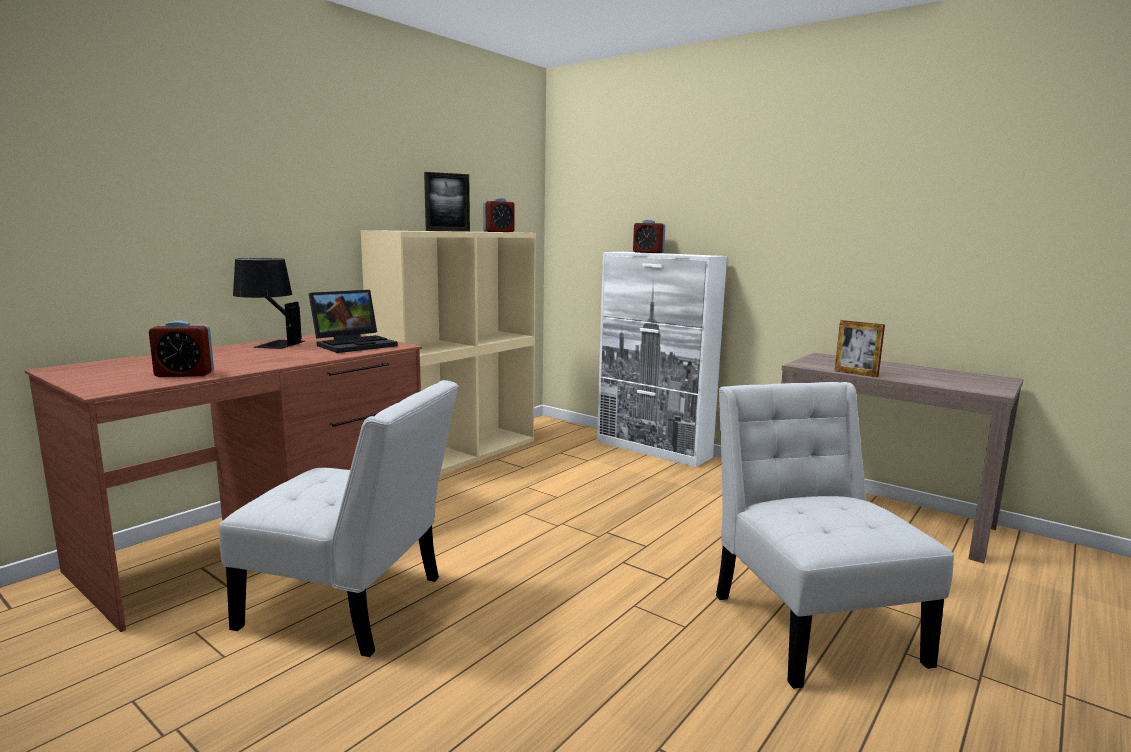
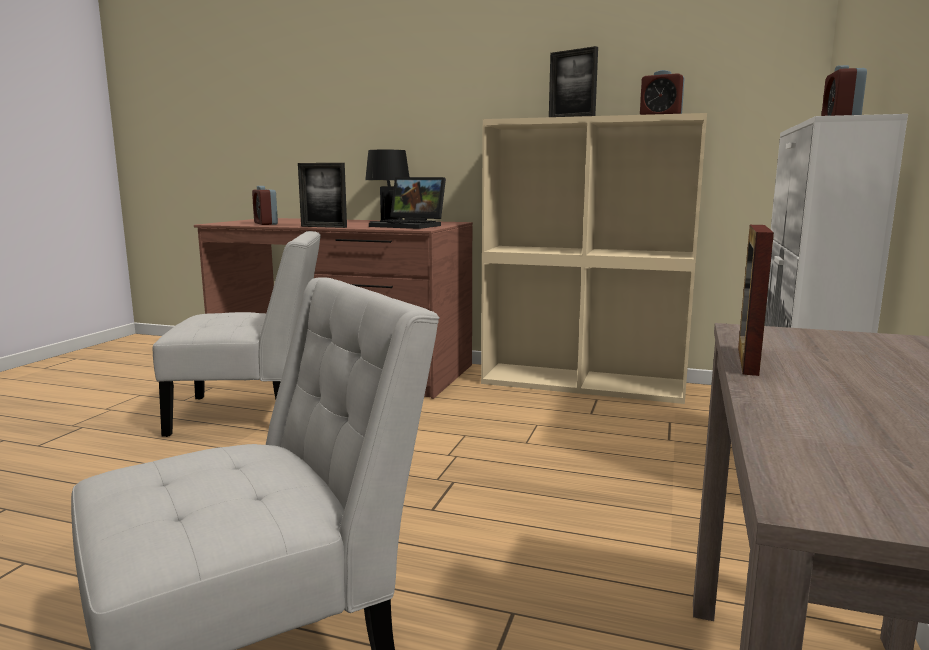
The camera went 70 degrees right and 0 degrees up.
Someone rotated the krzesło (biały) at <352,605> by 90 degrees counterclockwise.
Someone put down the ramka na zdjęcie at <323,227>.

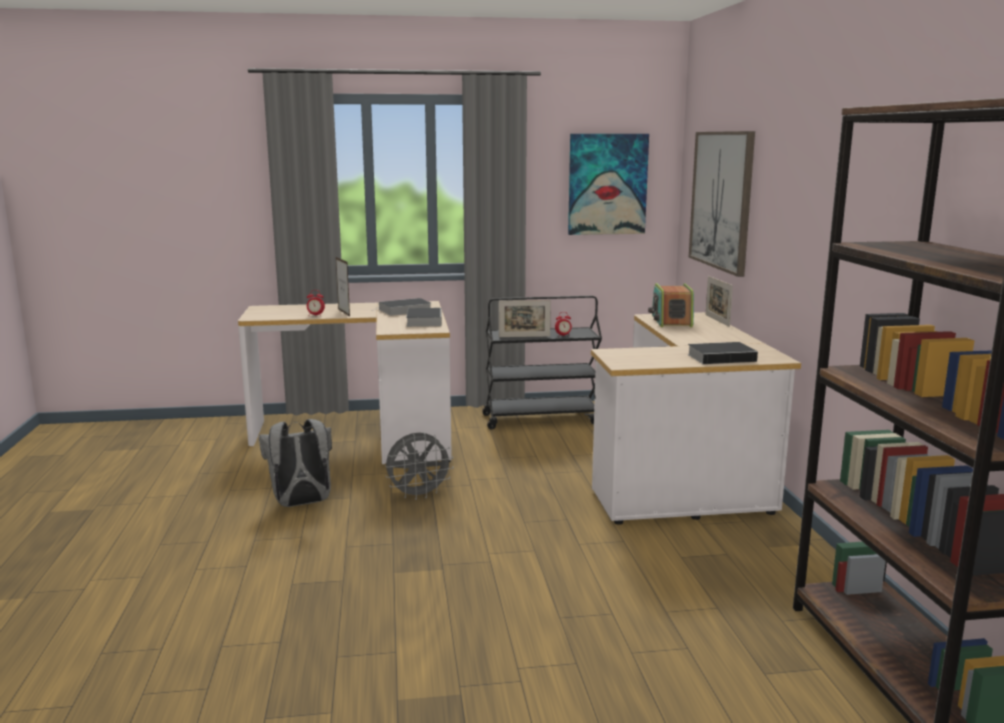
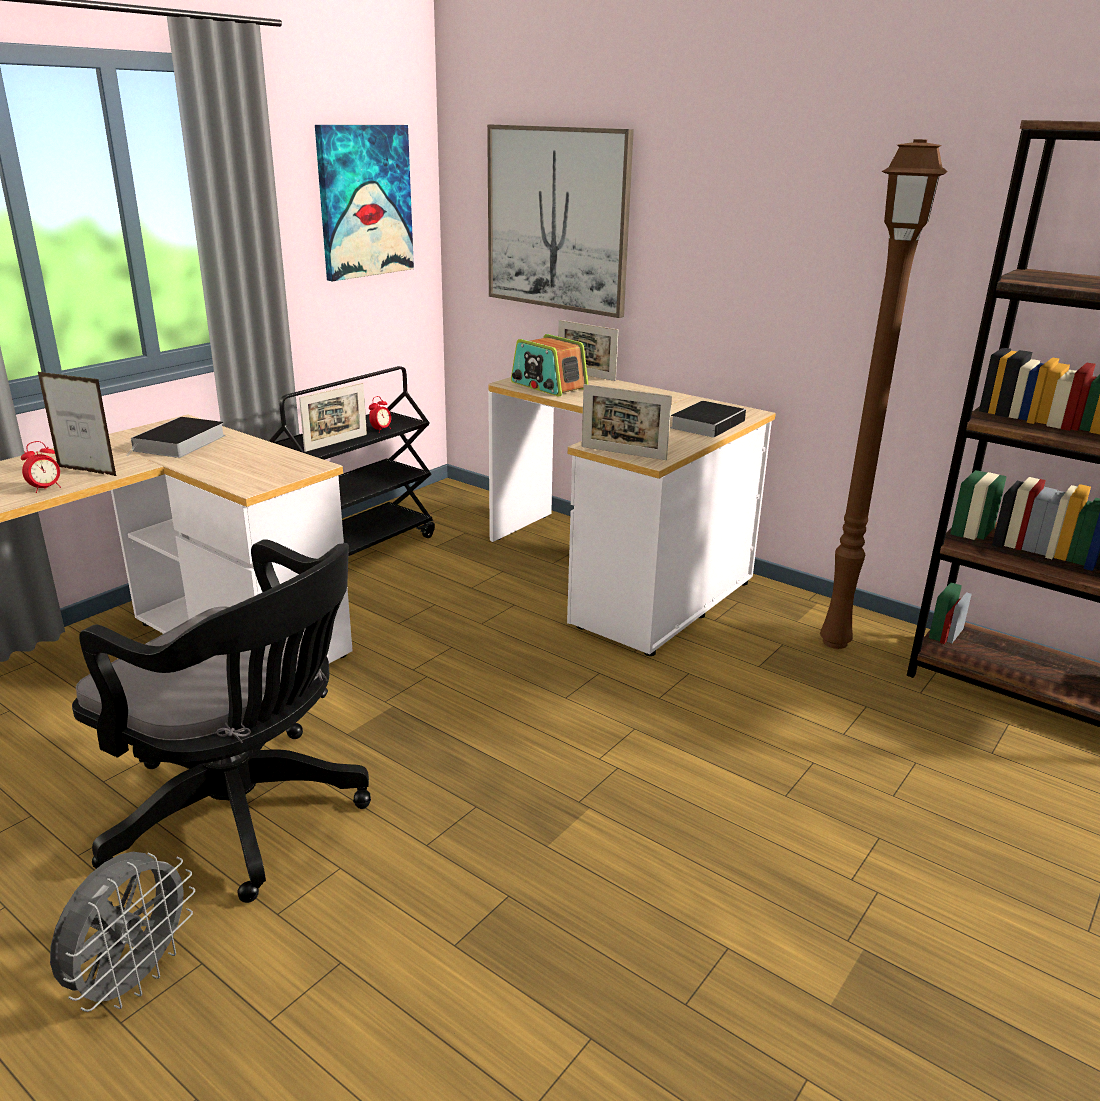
The camera went 45 degrees left and 10 degrees up.
Someone swapped the plecak (szary) at <301,504> for the krzesło biurowe (czarny) at <247,816>.
Someone carried the wentylator (szary) from <418,495> to <133,979>.
Someone took away the książka at <424,320>.
Someone put down the ramka na zdjęcie at <623,453>.
Someone put down the lampa stojąca (brązowy) at <837,642>.

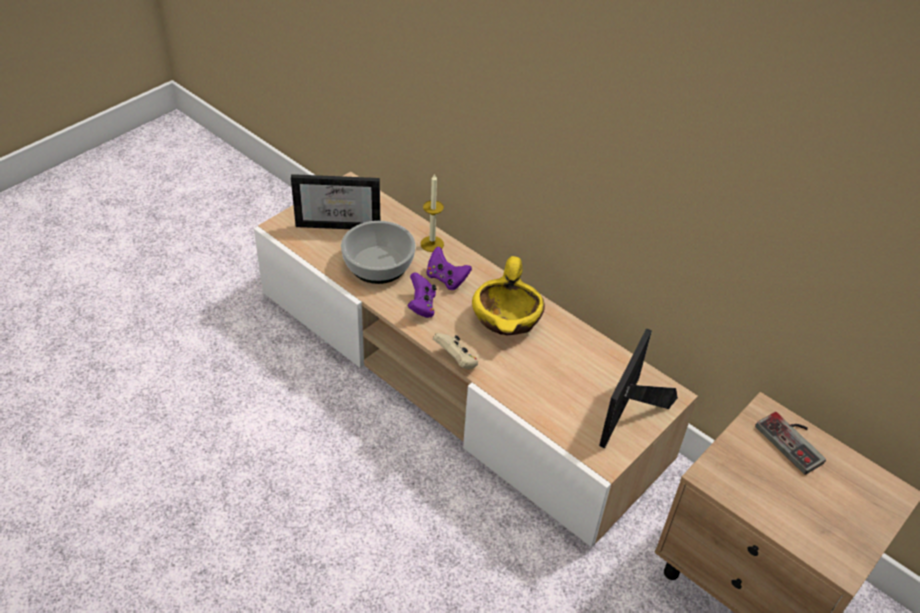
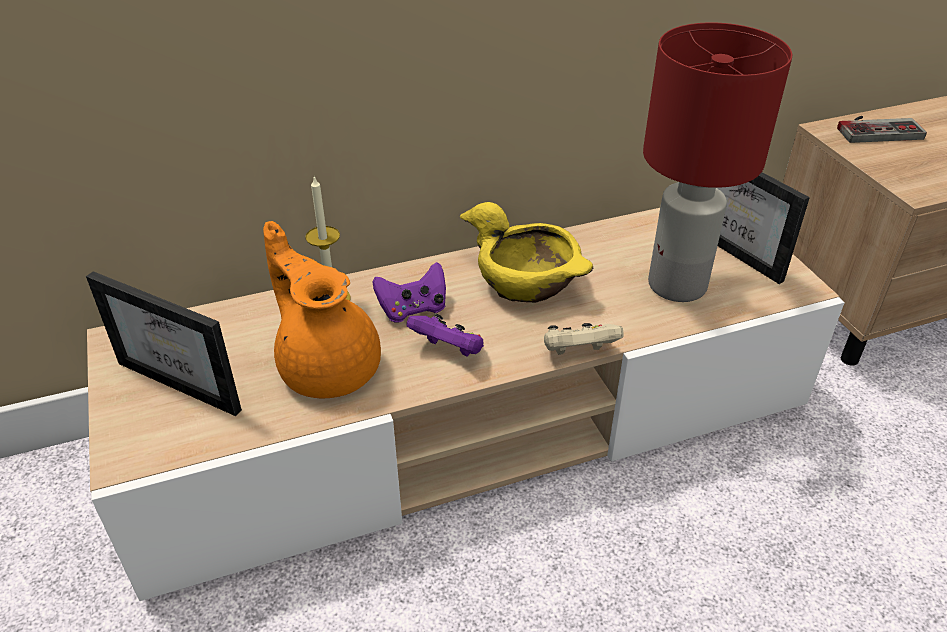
The camera went 60 degrees left and 5 degrees down.
Someone rotated the ramka na zdjęcie at <340,221> by 90 degrees clockwise.
Someone swapped the miska at <379,264> for the imbryk (pomarańczowy) at <328,366>.
Someone put down the lampa stołowa (czerwony) at <676,286>.

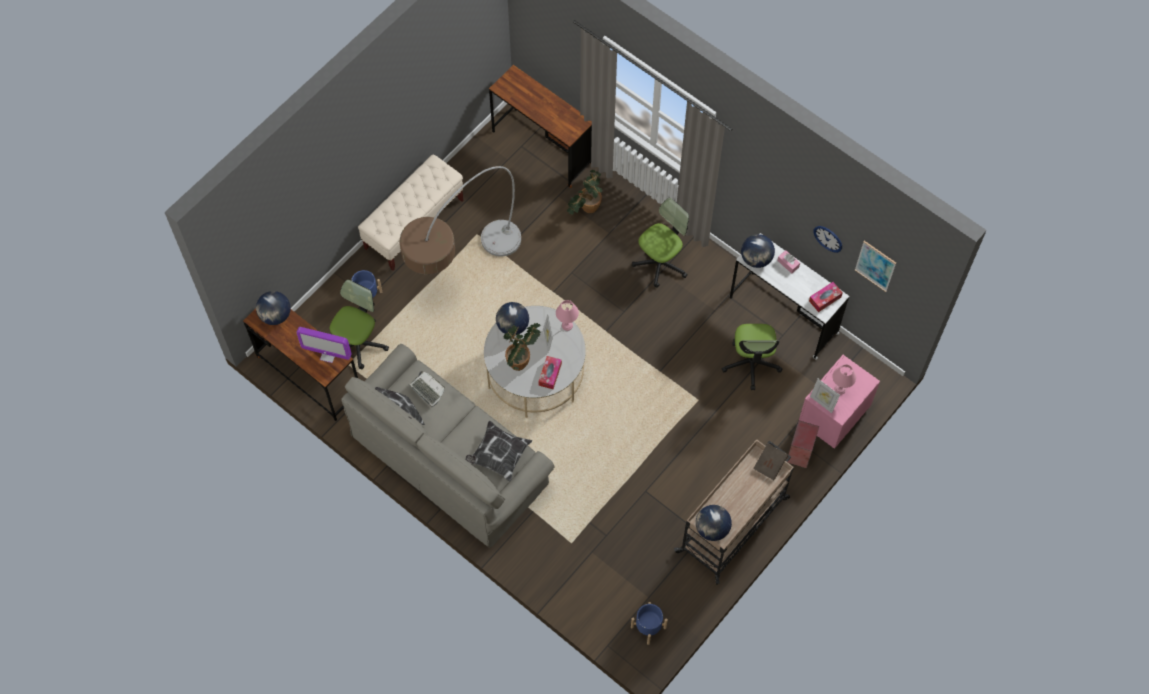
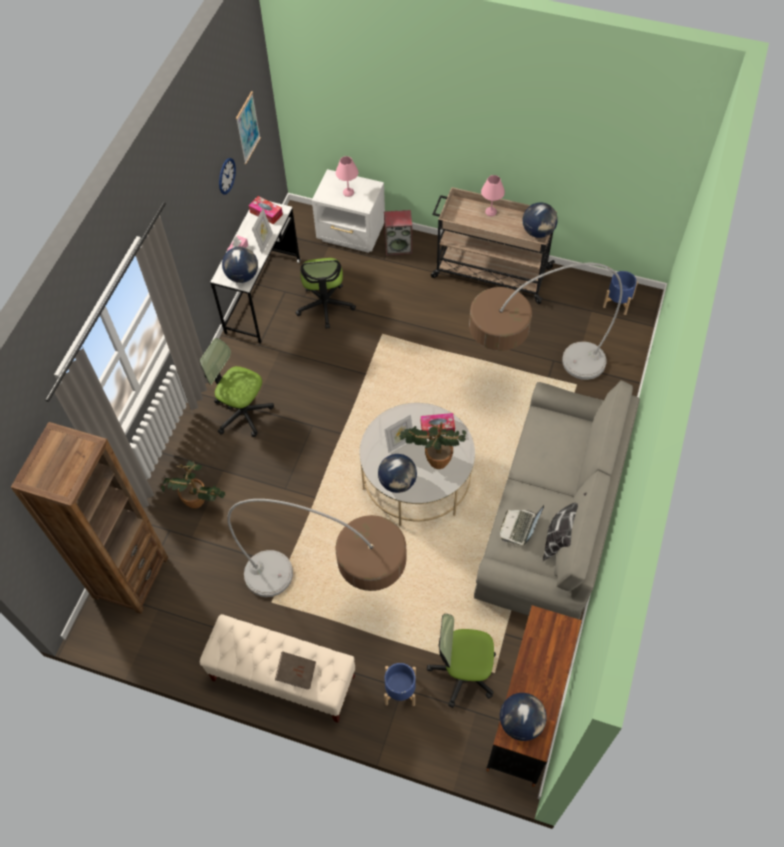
The camera went 110 degrees left and 5 degrees down.
Someone took away the monitor at <328,355>.
Someone took away the poduszka at <498,456>.
Someone swapped the biurko (brązowy) at <542,147> for the regał (brązowy) at <130,577>.
Someone carried the lampa stołowa (różowy) from <566,326> to <491,212>.
Someone rotated the krzesło biurowe at <751,364> by 105 degrees clockwise.
Someone carried the książka (brązowy) from <770,464> to <296,673>.
Someone repainted the szafka nocna (różowy) at <832,416>, which became the szafka nocna (biały) at <351,234>.
Someone carried the ramka na zdjęcie from <822,402> to <264,242>.
Someone put down the lampa stojąca at <529,380>.

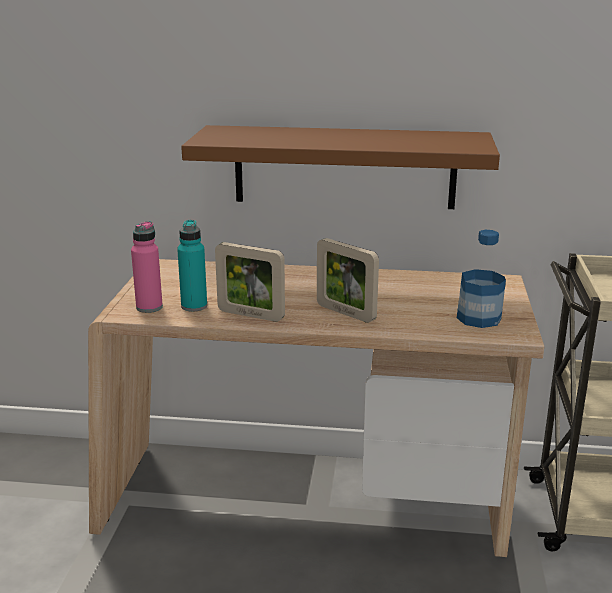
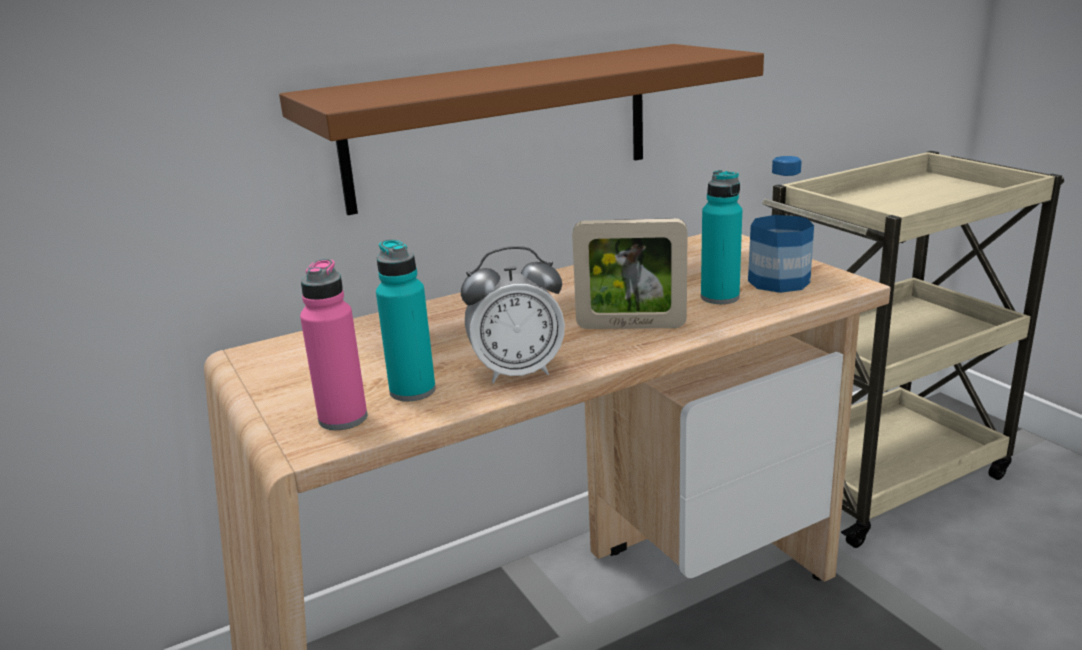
The camera went 35 degrees left and 0 degrees up.
Someone swapped the ramka na zdjęcie at <251,315> for the budzik at <517,372>.
Someone put down the butelka (turkusowy) at <720,297>.

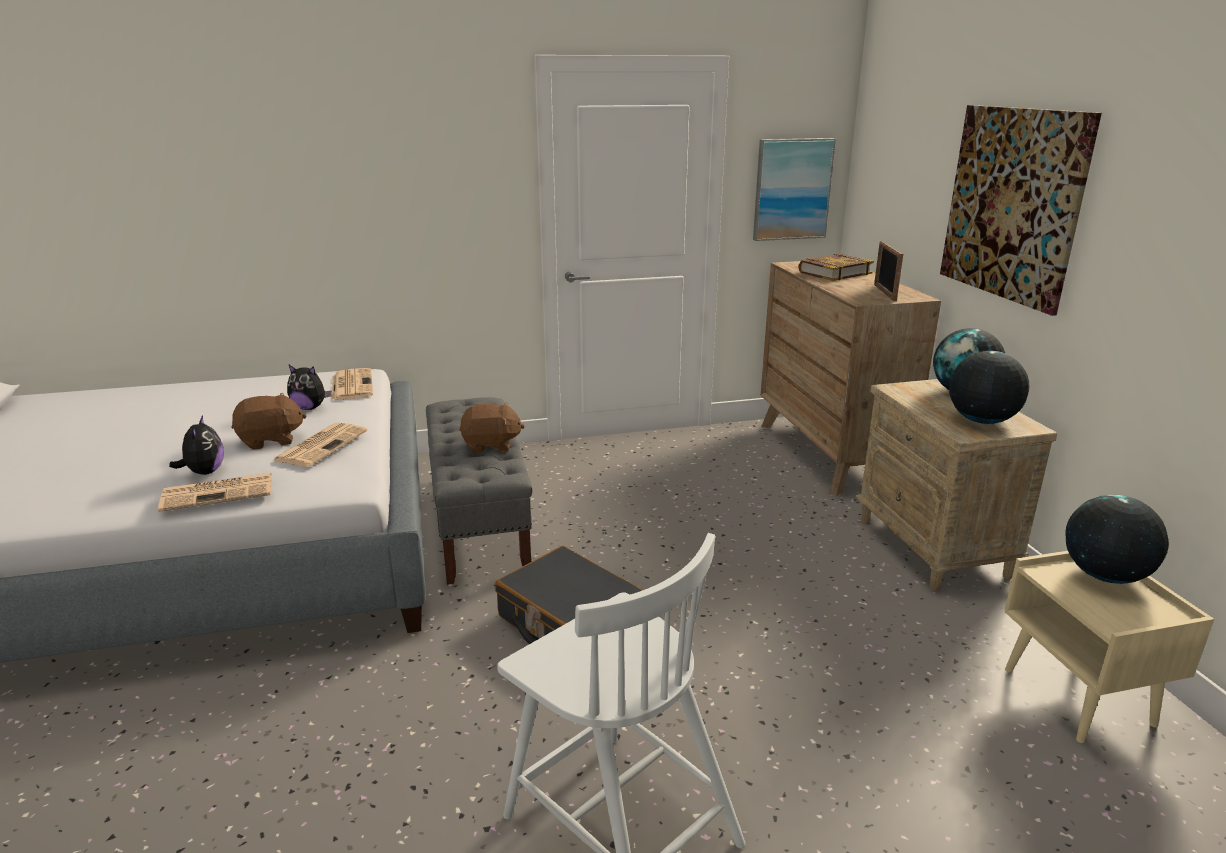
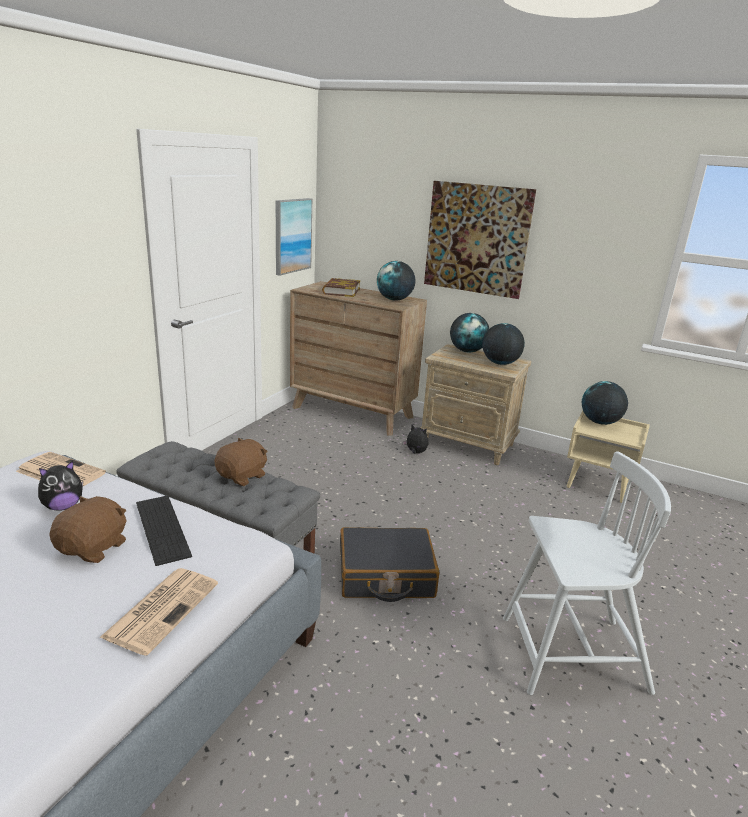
The camera went 50 degrees left and 0 degrees up.
Someone carried the pluszak from <204,472> to <415,452>.
Someone swapped the gazeta at <321,445> for the klawiatura at <162,528>.
Someone swapped the ramka na zdjęcie at <884,293> for the globus at <394,300>.

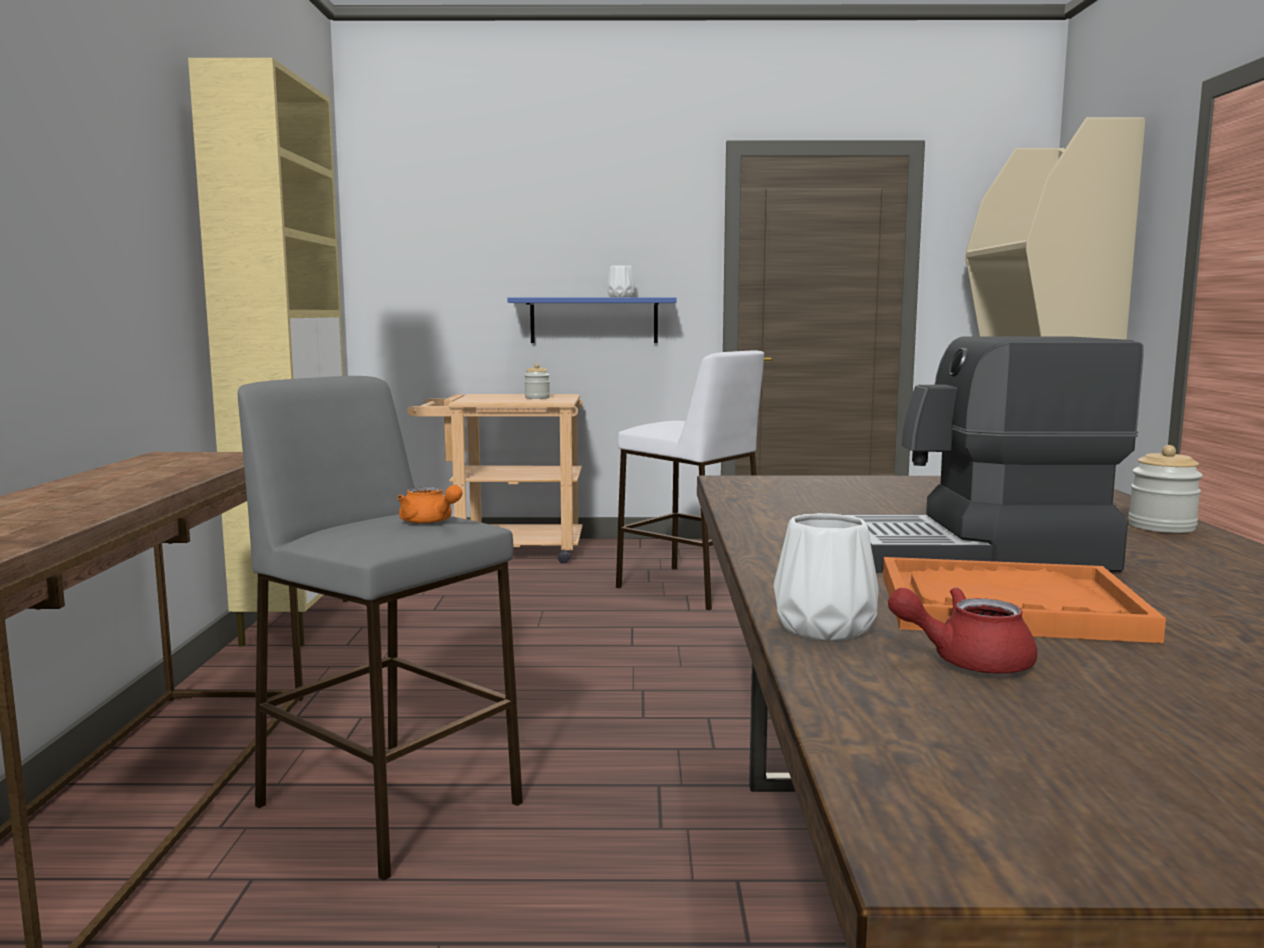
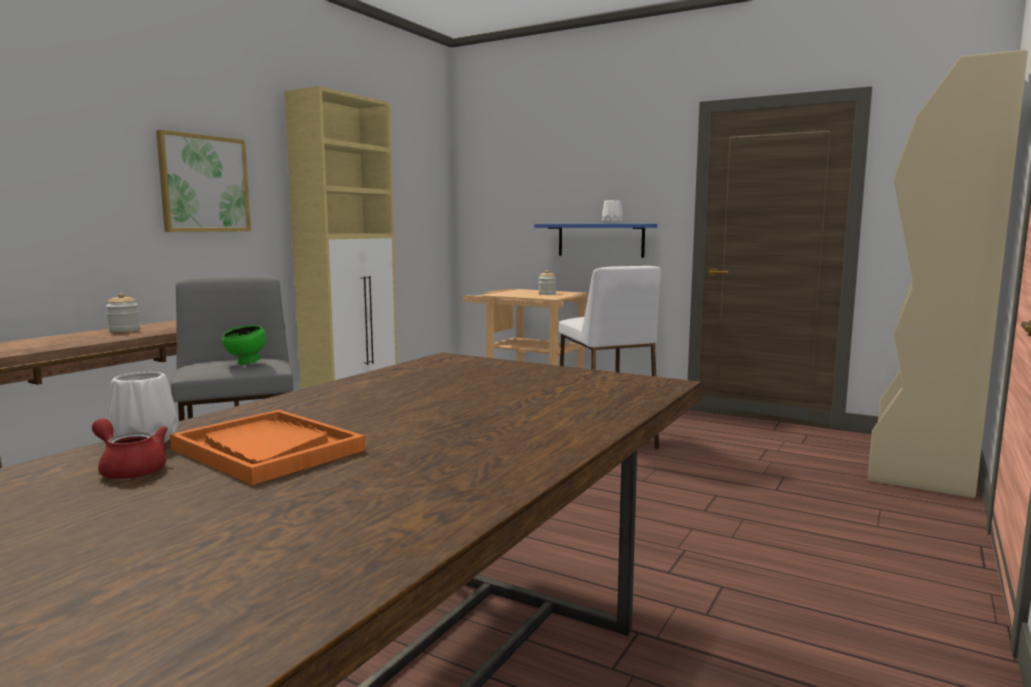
The camera went 30 degrees right and 0 degrees up.
Someone swapped the imbryk (pomarańczowy) at <430,522> for the miska (zielony) at <246,363>.
Someone took away the ekspres do kawy at <976,555>.
Someone carried the słoik from <1161,527> to <124,330>.
Someone put up the obraz at <204,184>.

